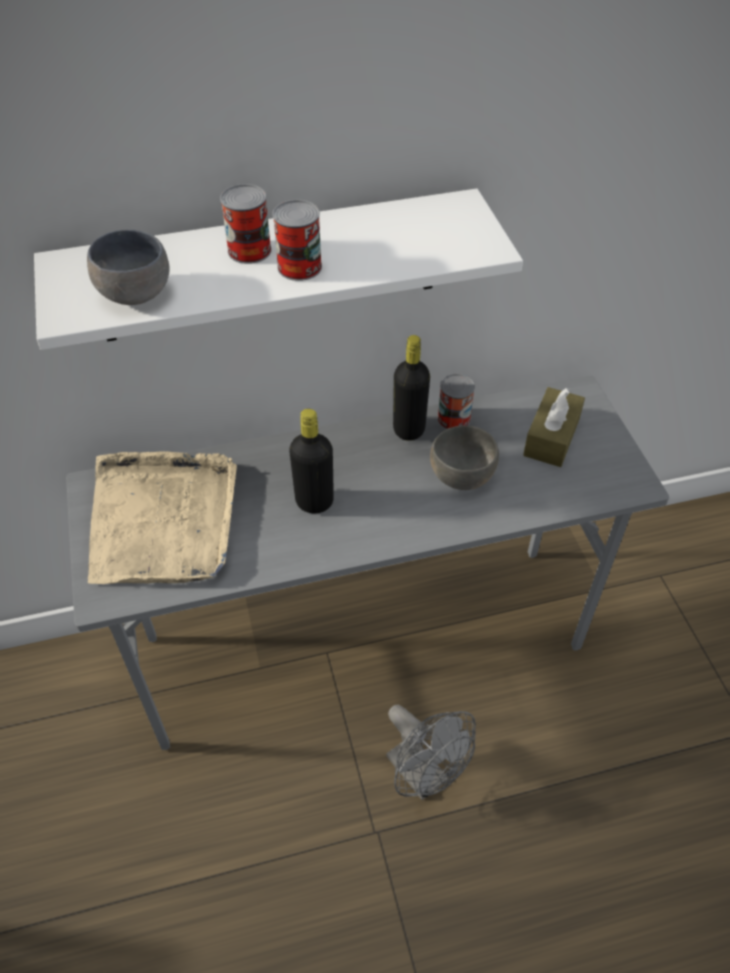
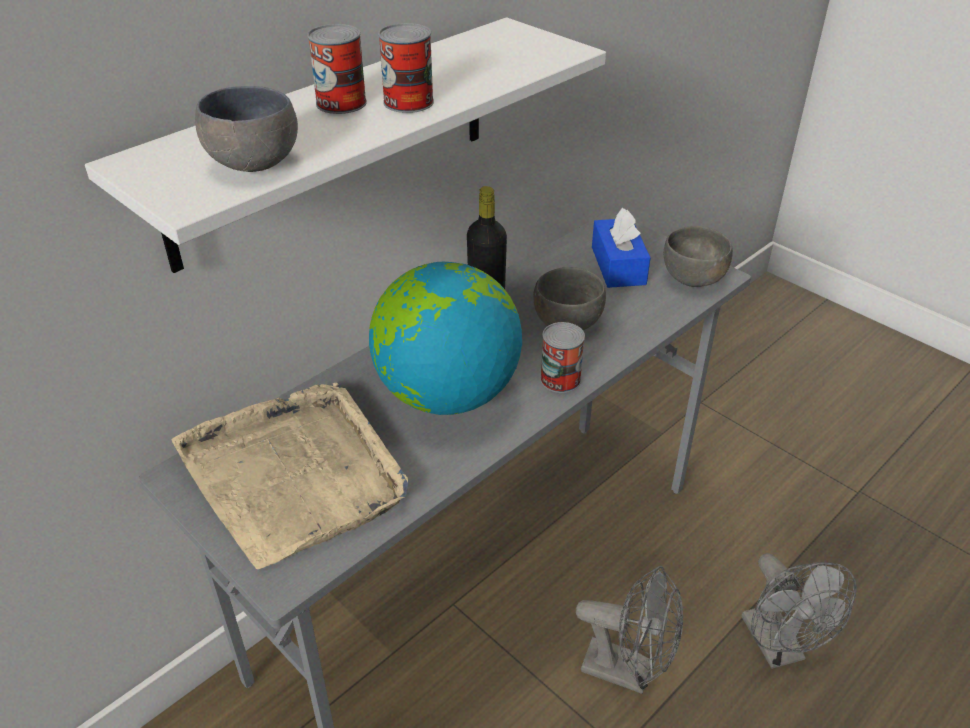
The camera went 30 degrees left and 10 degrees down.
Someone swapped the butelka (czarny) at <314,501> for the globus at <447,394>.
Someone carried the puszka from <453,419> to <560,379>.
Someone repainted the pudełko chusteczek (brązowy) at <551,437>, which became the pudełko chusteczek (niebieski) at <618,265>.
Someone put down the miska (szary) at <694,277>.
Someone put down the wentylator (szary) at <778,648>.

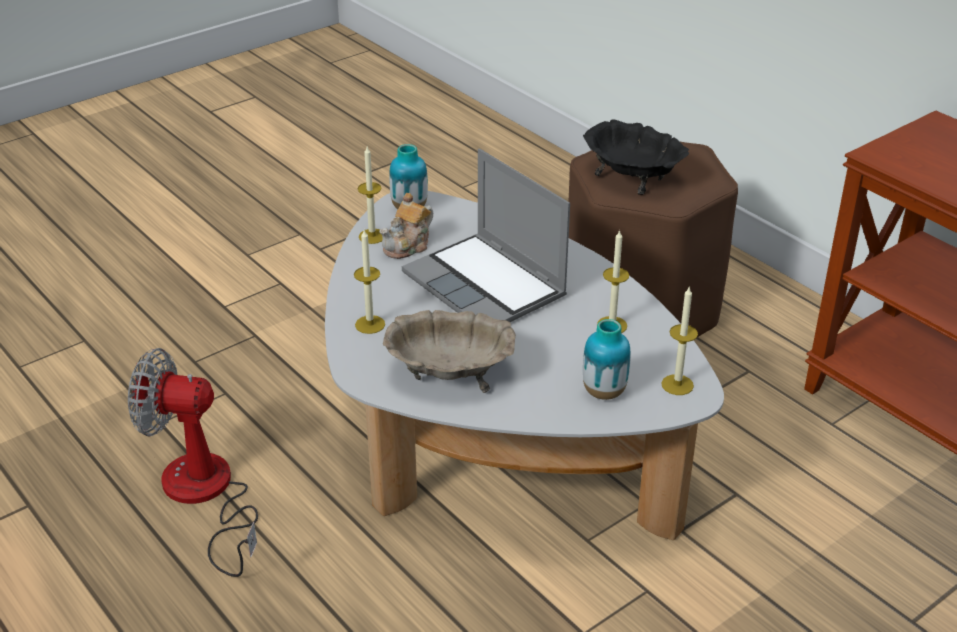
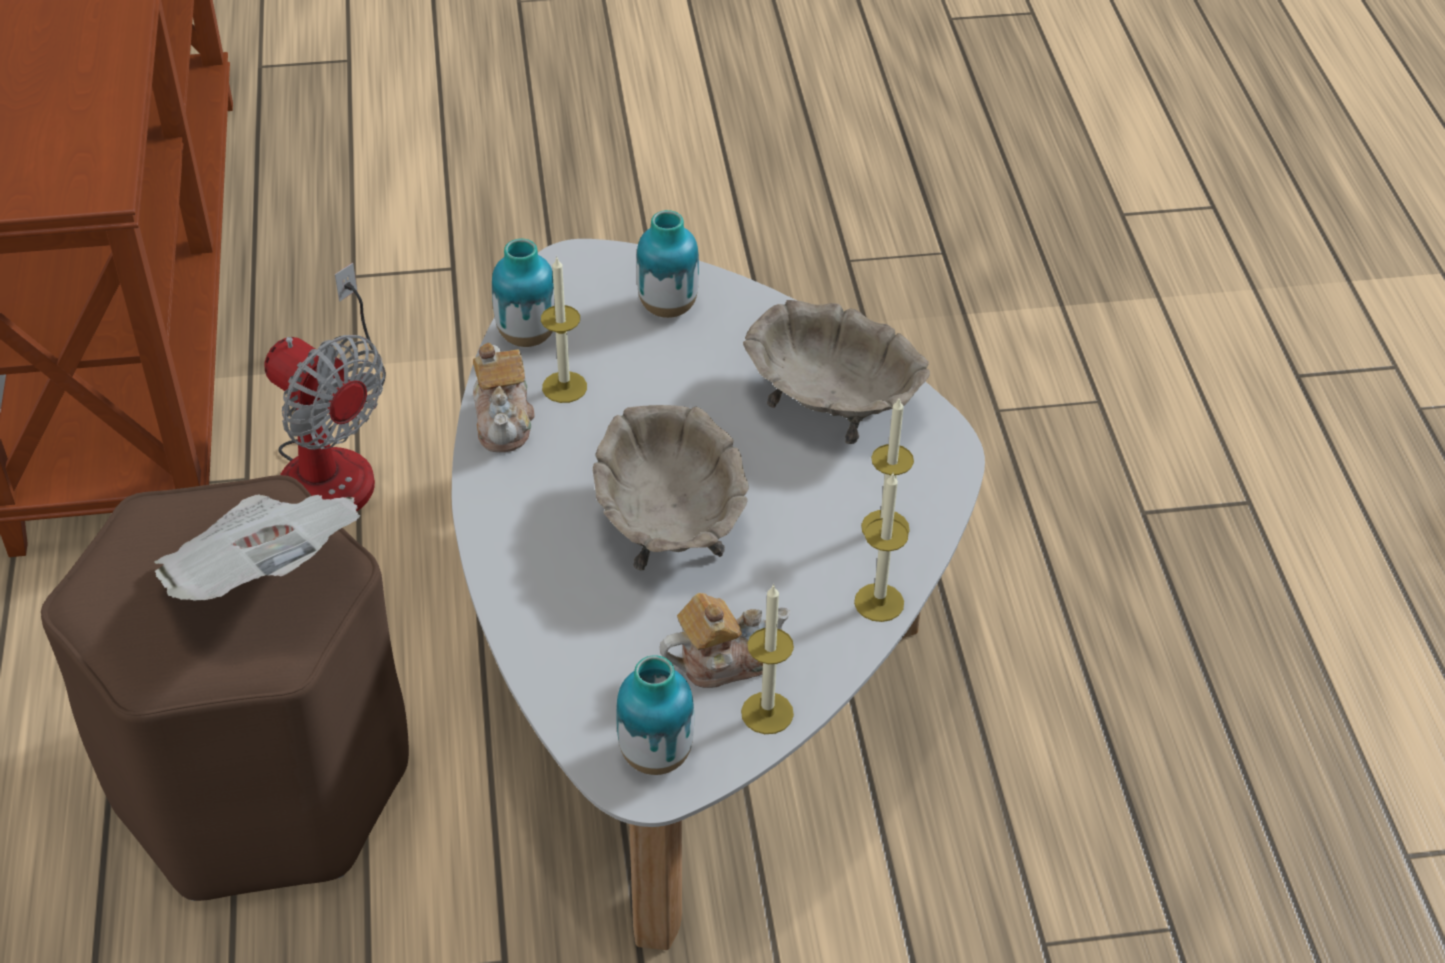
The camera went 150 degrees left and 10 degrees up.
Someone carried the wentylator from <205,496> to <333,459>.
Someone swapped the laptop at <487,286> for the miska (beżowy) at <668,523>.
Someone swapped the miska (czarny) at <633,177> for the gazeta at <264,578>.
Someone carried the świeca from <677,385> to <879,602>.
Someone put down the imbryk at <504,421>.
Someone put down the wazon at <527,336>.

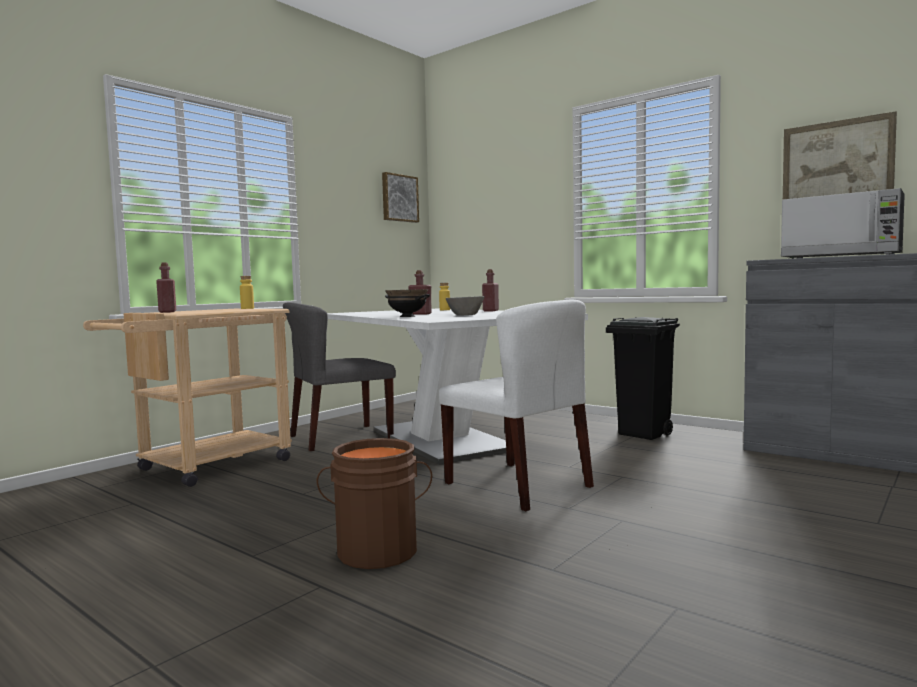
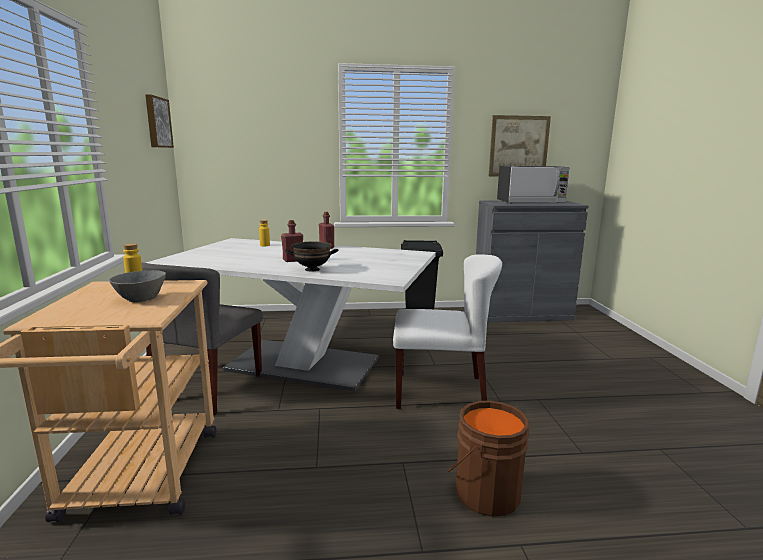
The camera went 45 degrees left and 10 degrees up.
Someone took away the butelka (czerwony) at <167,312>.
Someone carried the miska (szary) from <465,315> to <140,298>.

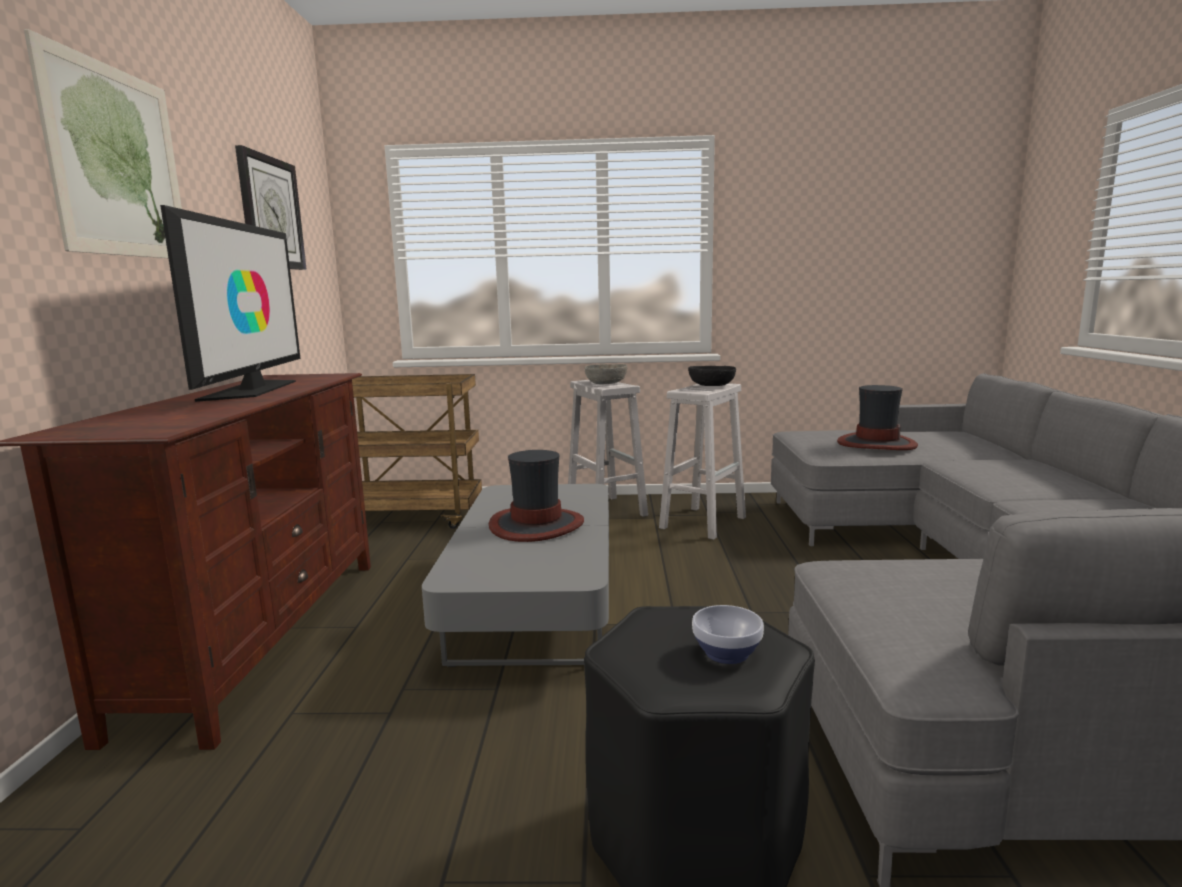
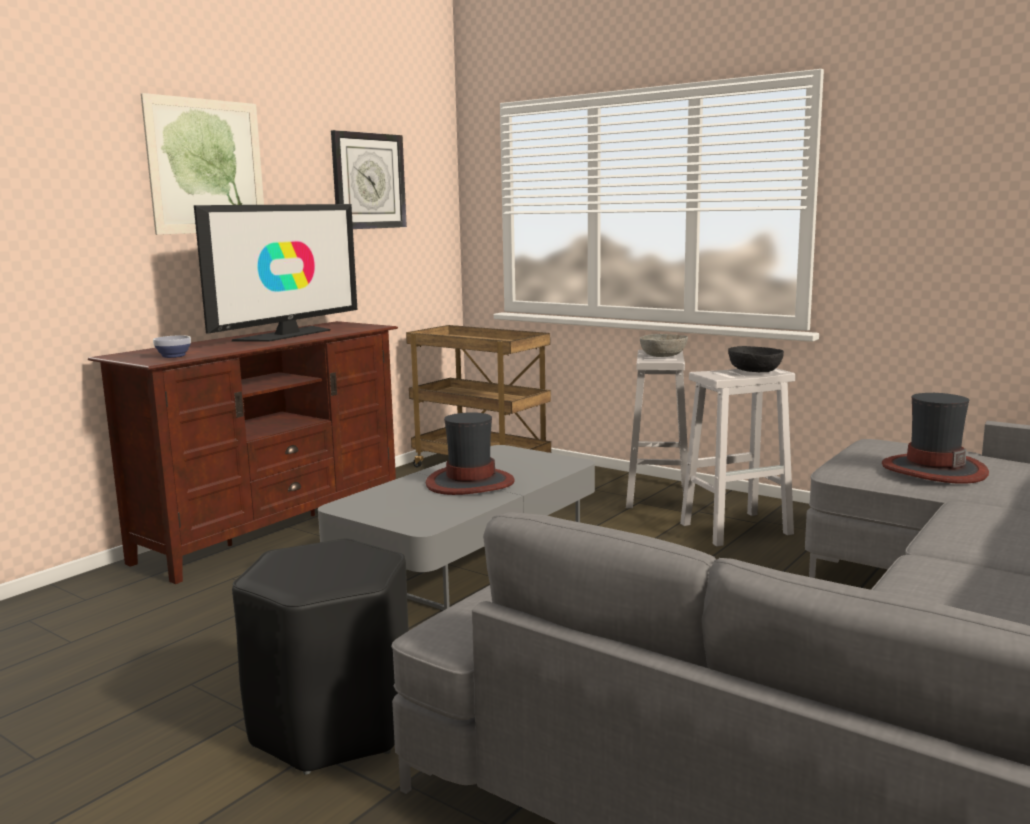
The camera went 35 degrees right and 0 degrees up.
Someone carried the miska from <728,653> to <174,356>.

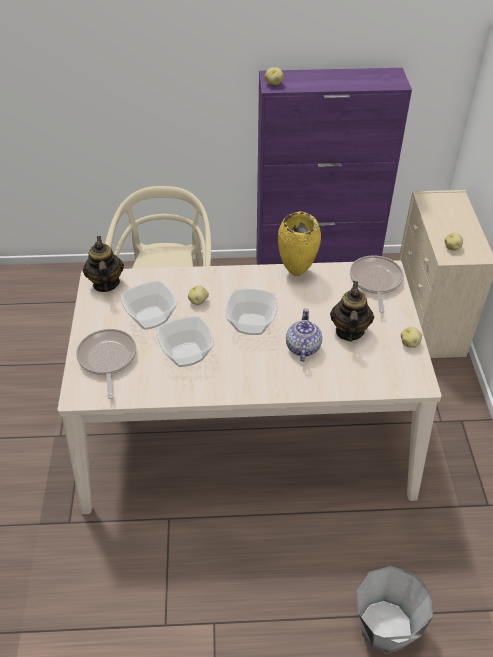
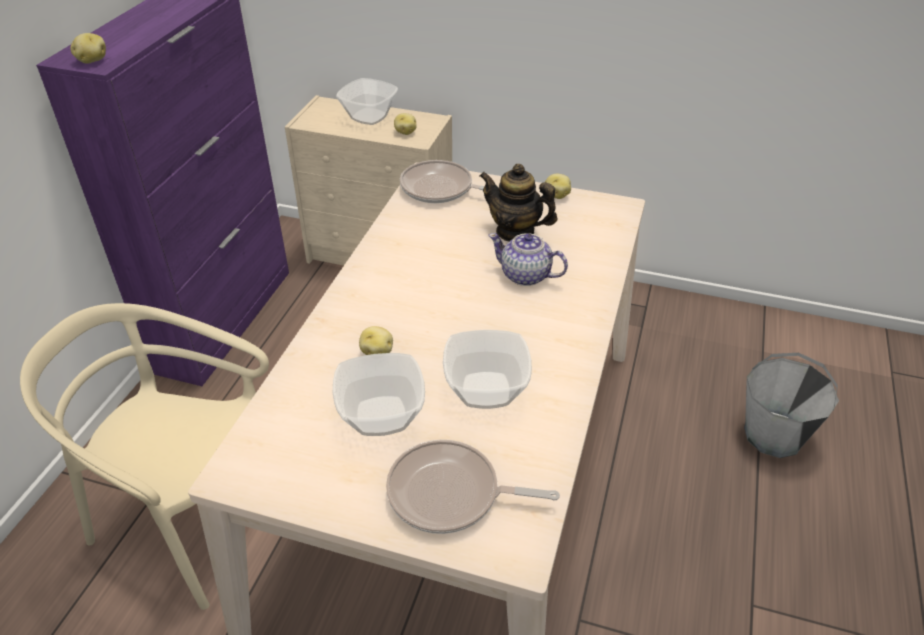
The camera went 70 degrees left and 5 degrees down.
Someone took away the imbryk at <106,283>.
Someone carried the miska from <250,325> to <369,117>.
Someone took away the wazon (żółty) at <297,273>.

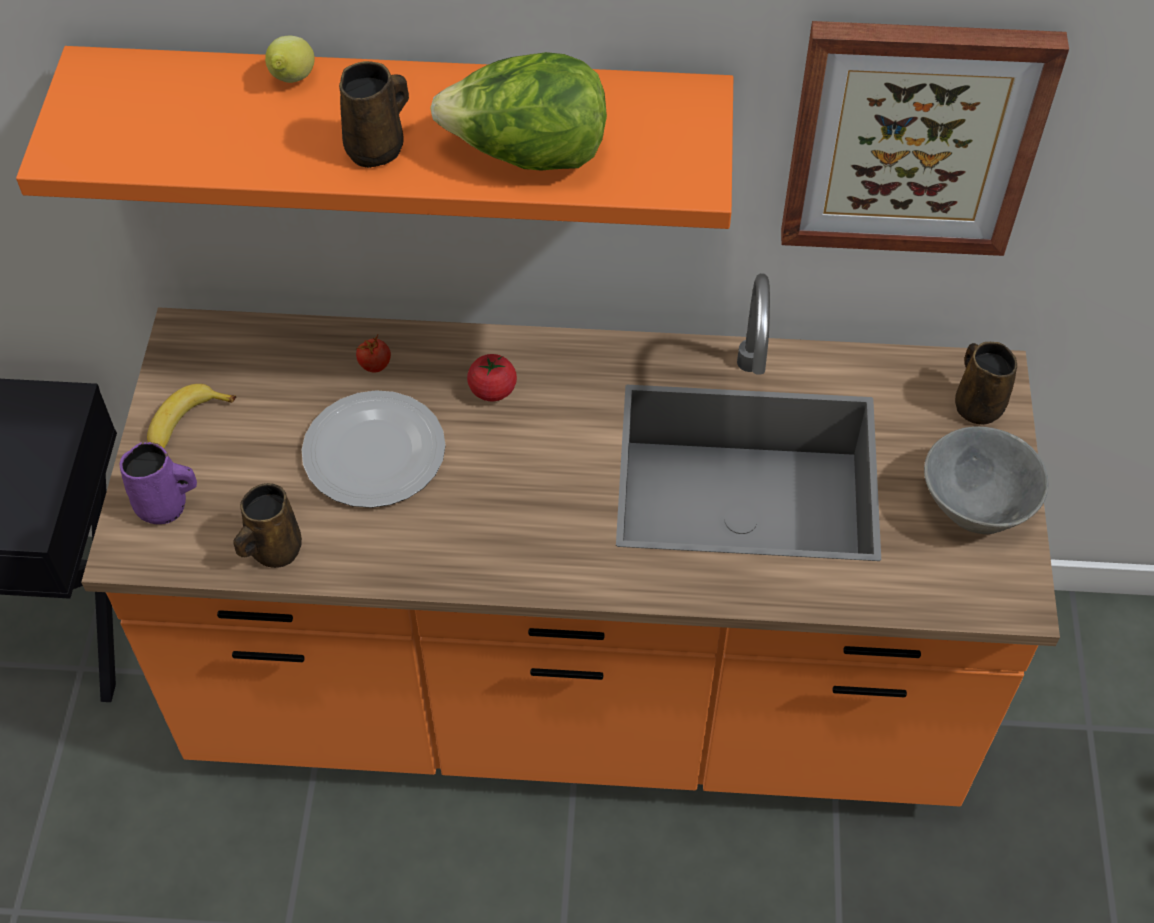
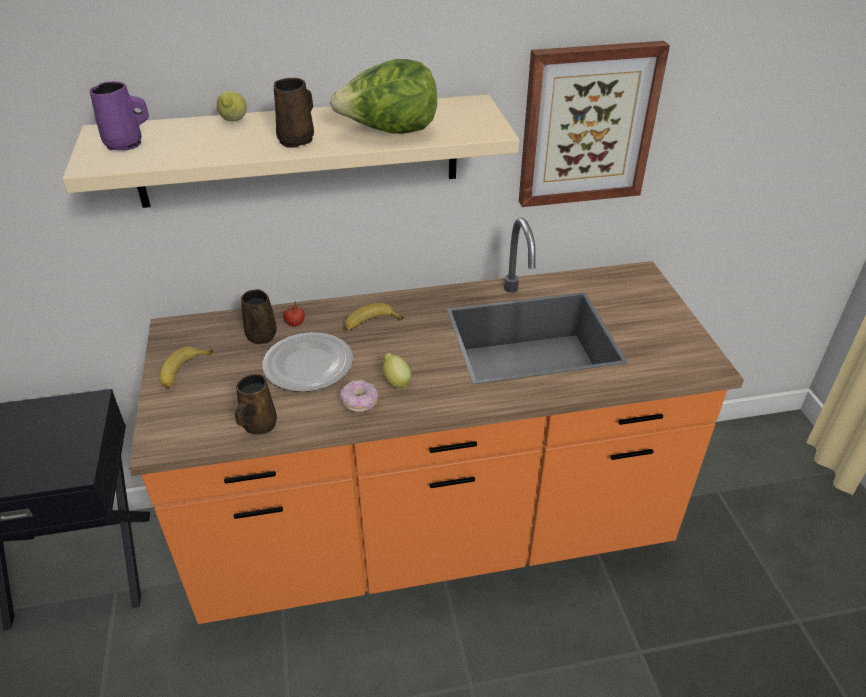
The camera went 15 degrees left and 15 degrees down.
Someone repainted the półka (pomarańczowy) at <402,116>, which became the półka (beżowy) at <299,151>.
Someone carried the kubek (fioletowy) from <165,506> to <126,144>.
Someone swapped the pomidor at <492,390> for the banan at <370,323>.
Someone took away the miska (szary) at <978,505>.
Someone carried the kubek (brązowy) from <977,404> to <261,334>.
Someone put down the donut at <359,402>.
Someone put down the cytryna at <396,382>.

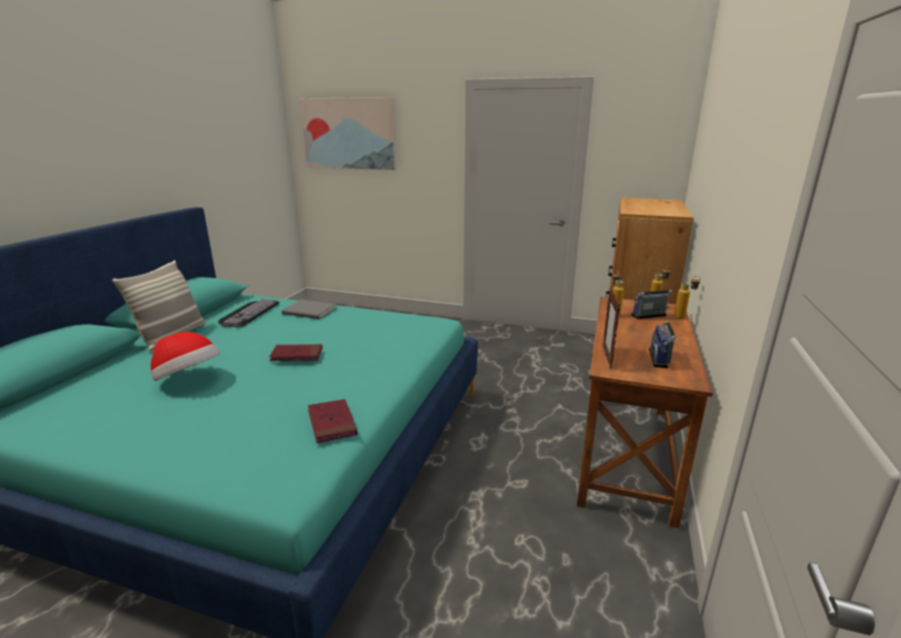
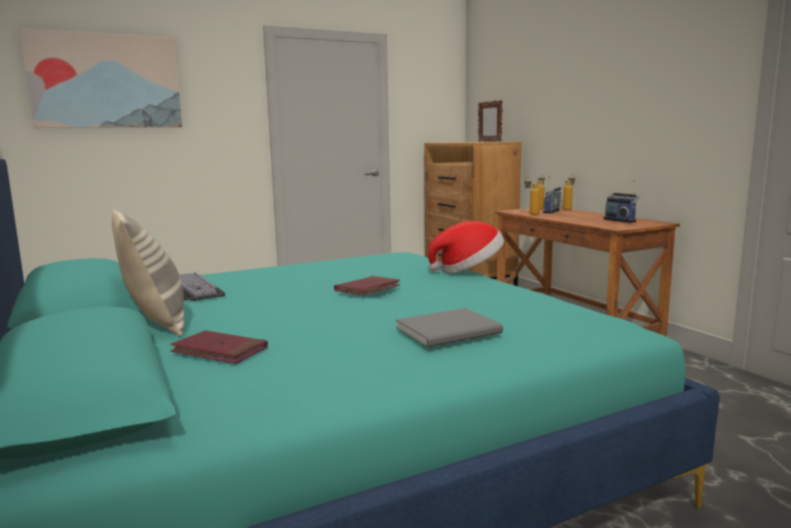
The camera went 45 degrees left and 10 degrees down.
Someone carried the kapelusz from <188,379> to <468,270>.
Someone carried the książka (szary) from <310,311> to <451,330>.
Someone carried the książka (czerwony) from <332,423> to <220,351>.
Someone carried the ramka na zdjęcie from <607,357> to <489,142>.

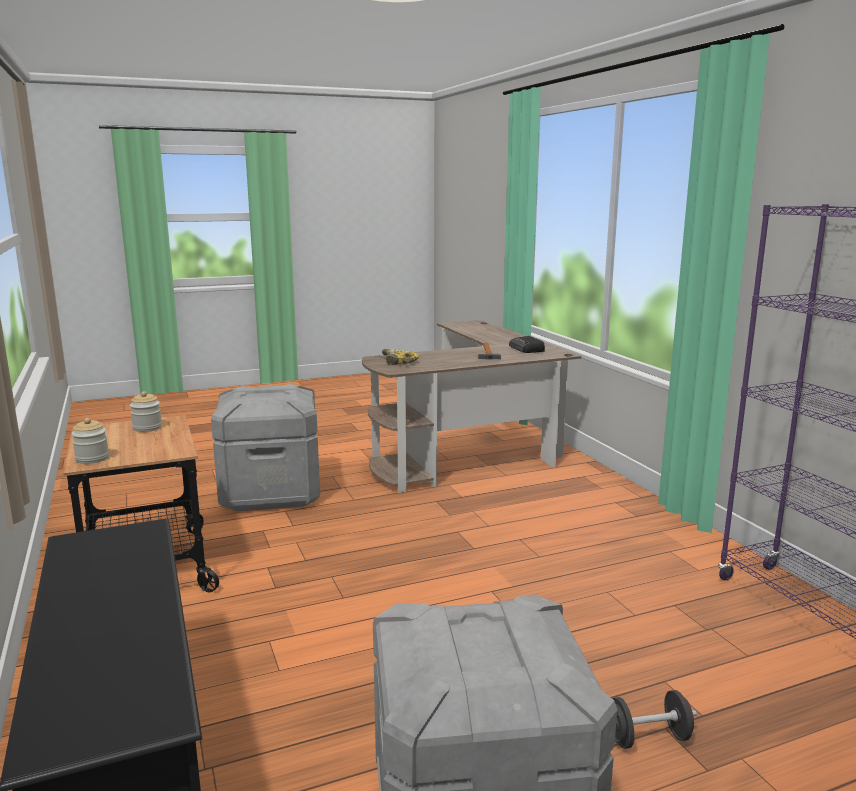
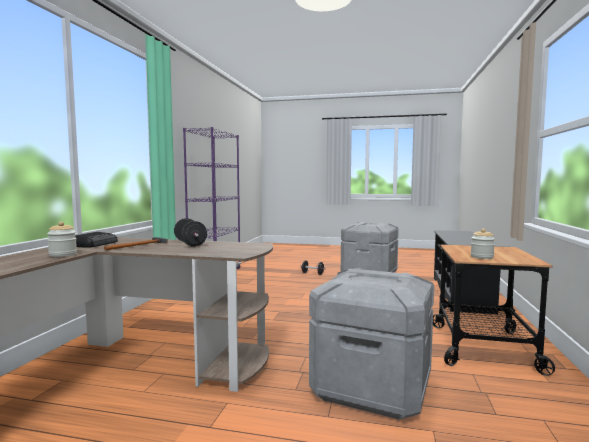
The camera went 145 degrees left and 10 degrees down.
Someone carried the słoik from <92,458> to <63,255>.
Someone took away the wiertarka at <395,362>.
Someone put down the hantel (czarny) at <190,244>.

